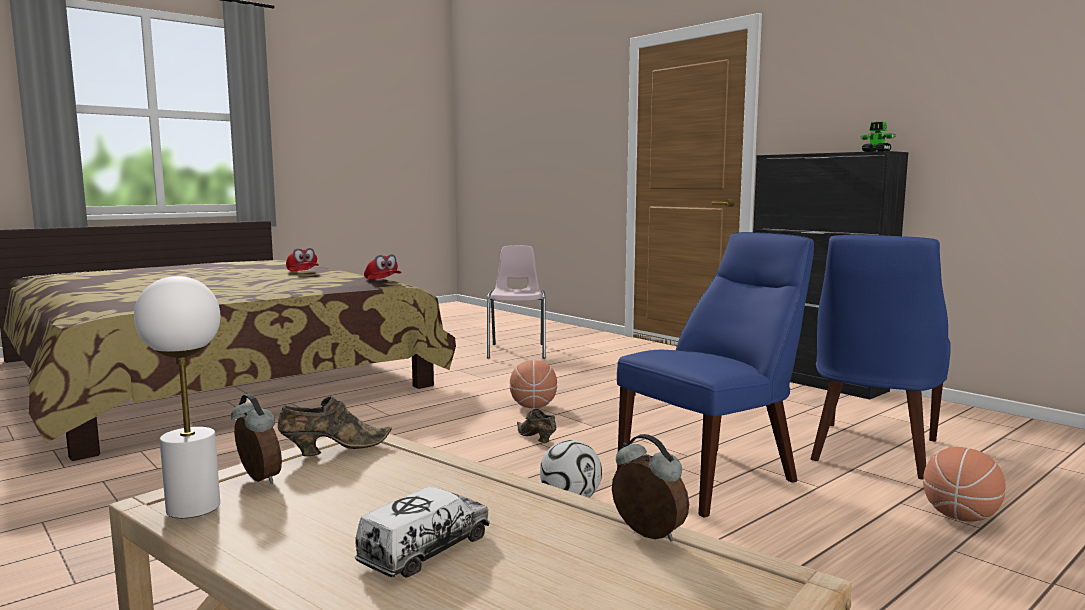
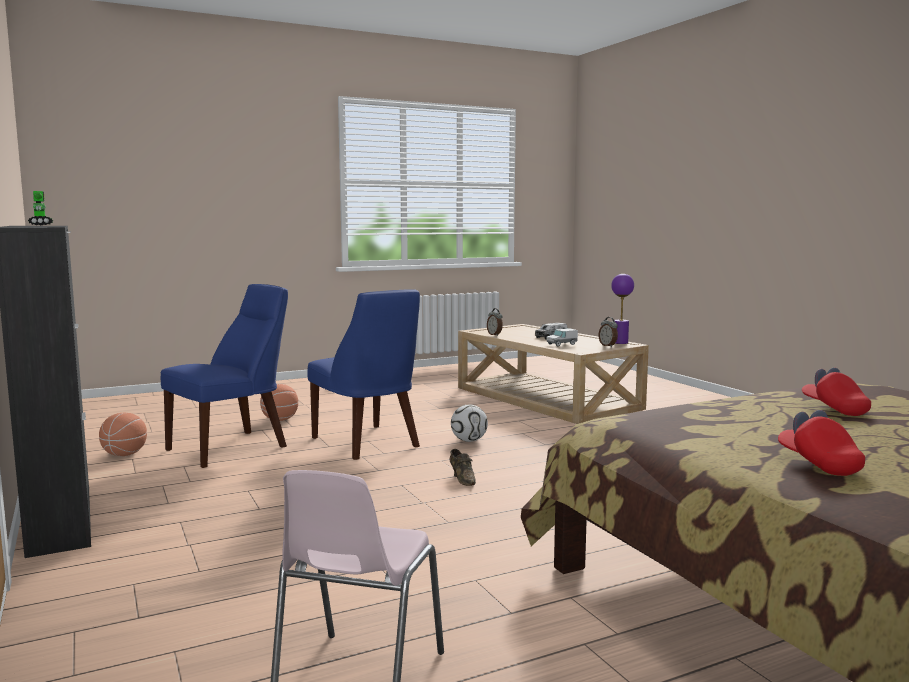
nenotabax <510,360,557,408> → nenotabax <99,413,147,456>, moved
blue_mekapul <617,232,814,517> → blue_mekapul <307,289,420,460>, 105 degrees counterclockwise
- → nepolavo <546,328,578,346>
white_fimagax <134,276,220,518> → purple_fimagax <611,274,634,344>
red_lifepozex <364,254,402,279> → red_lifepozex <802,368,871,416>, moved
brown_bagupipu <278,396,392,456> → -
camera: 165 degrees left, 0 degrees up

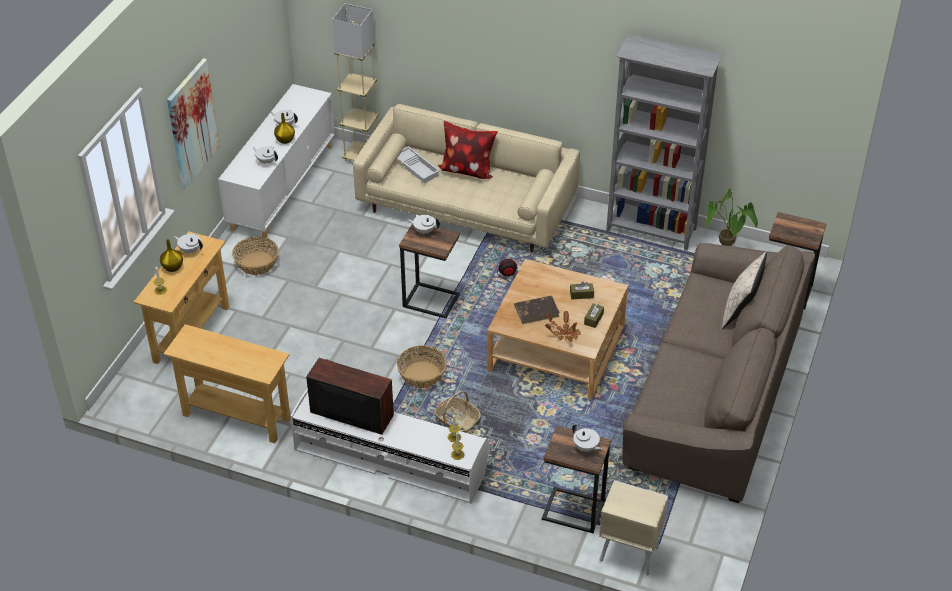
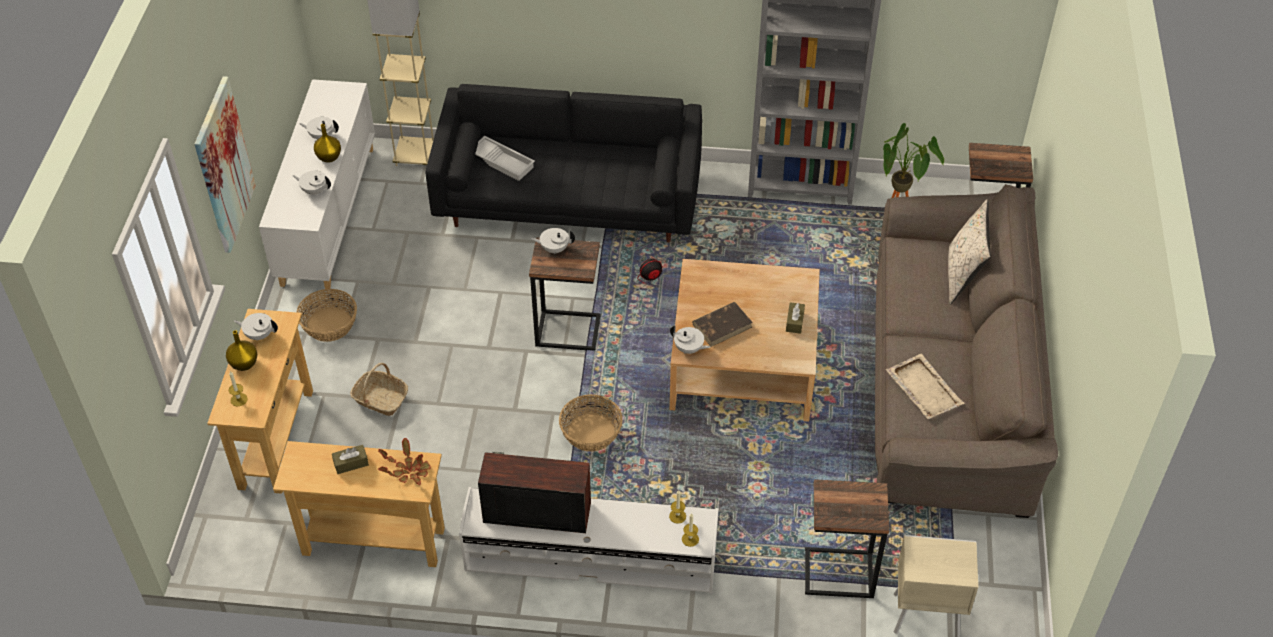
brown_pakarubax <570,282,594,299> → brown_pakarubax <332,445,369,474>, moved
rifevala <434,391,481,433> → rifevala <350,363,408,416>, moved
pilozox <545,311,581,342> → pilozox <378,438,431,485>, moved
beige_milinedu <353,104,580,252> → black_milinedu <426,84,702,242>
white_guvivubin <572,424,602,452> → white_guvivubin <670,325,710,354>, moved
- → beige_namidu <886,354,965,419>
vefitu <438,120,498,179> → -
camera: 15 degrees left, 5 degrees up

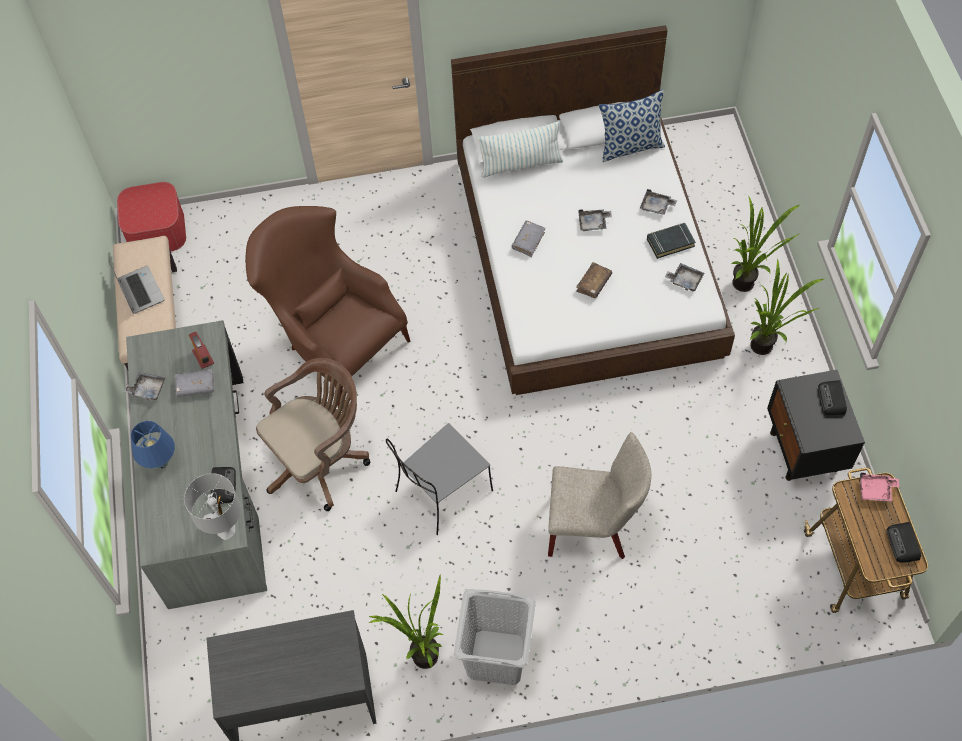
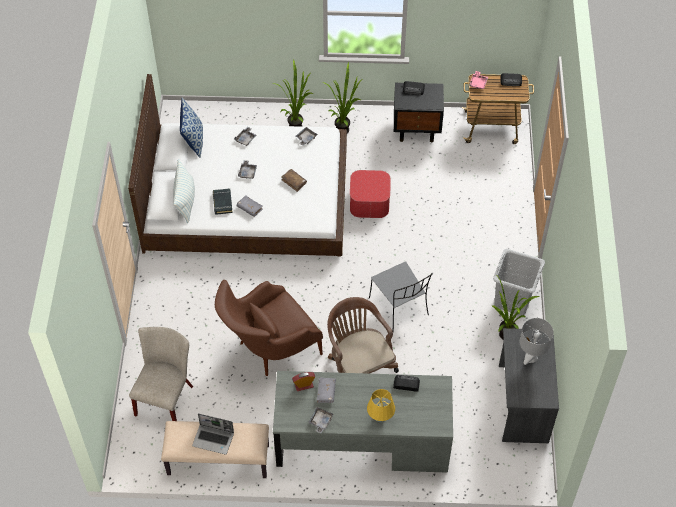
beige_mekapul <548,432,651,559> → beige_mekapul <129,327,193,421>, moved
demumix <109,261,164,314> → demumix <192,413,234,455>, 150 degrees counterclockwise
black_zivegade <647,223,696,259> → black_zivegade <213,188,233,215>, moved
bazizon <117,182,186,251> → bazizon <350,170,391,218>, moved
blue_fimagax <131,421,175,469> → yellow_fimagax <367,389,395,423>
grey_fimagax <184,473,241,540> → grey_fimagax <520,318,554,365>, moved
camera: 80 degrees left, 5 degrees down

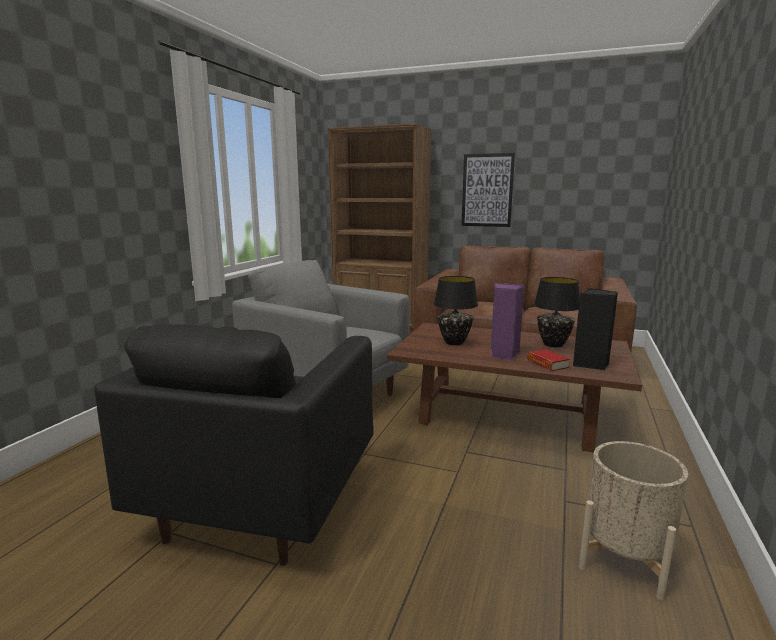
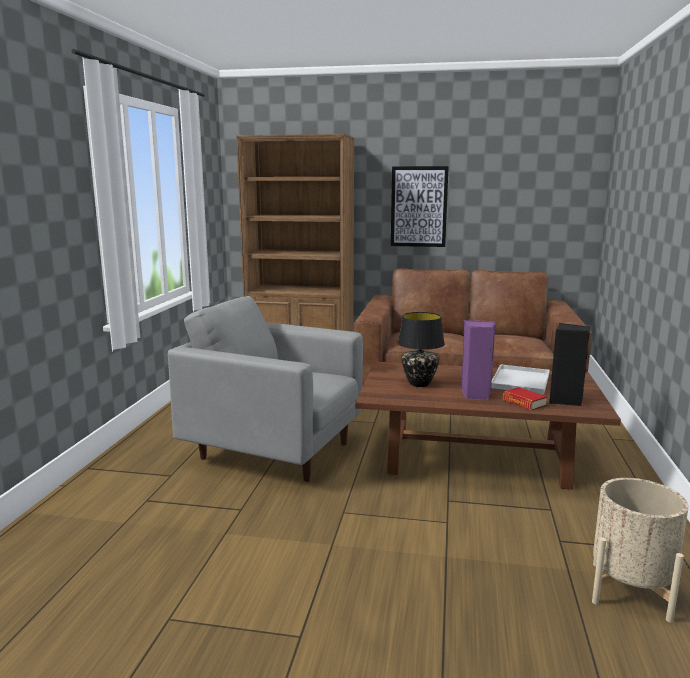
black_fimagax <534,277,580,347> → white_namidu <491,364,550,395>
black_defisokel <94,324,374,566> → -
camera: 10 degrees left, 0 degrees up

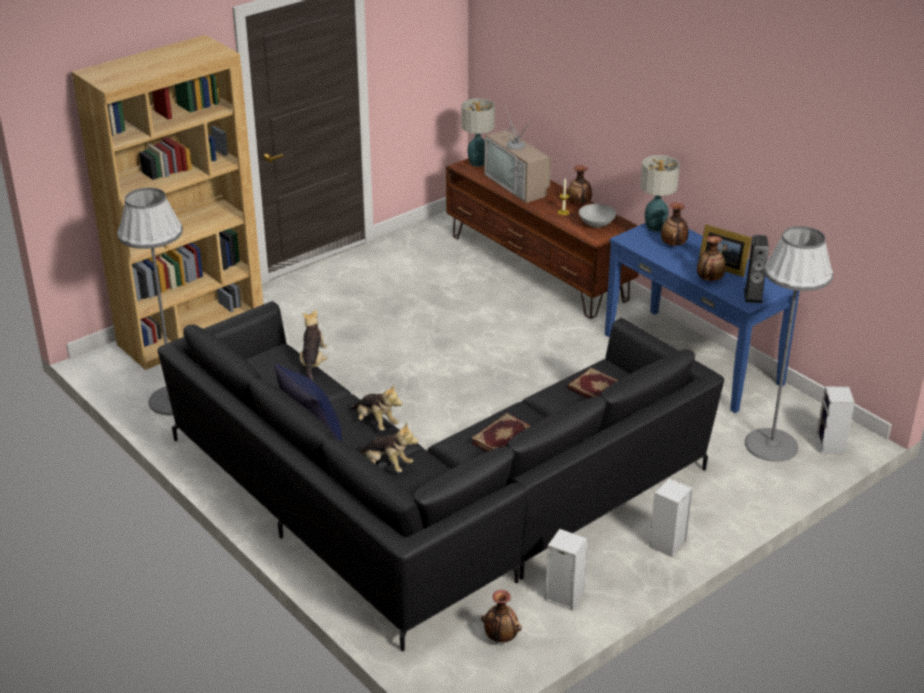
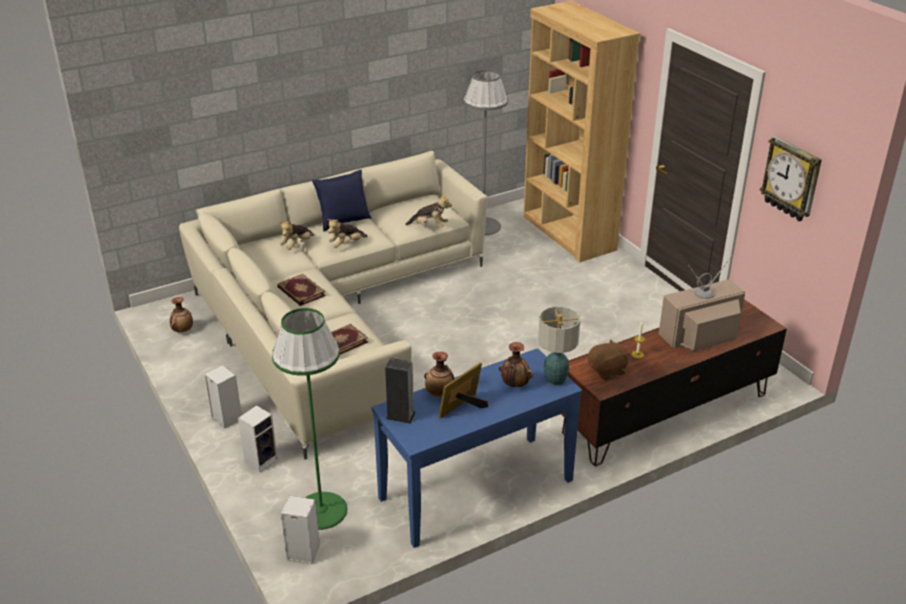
black_milinedu <157,301,724,651> → beige_milinedu <179,151,488,460>
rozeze <545,529,588,610> → rozeze <238,405,278,472>, moved
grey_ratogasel <745,226,833,462> → green_ratogasel <272,308,347,530>
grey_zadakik <579,204,616,228> → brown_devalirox <588,339,629,380>
- → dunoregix <760,136,822,221>
fimagax <462,98,495,167> → -
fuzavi <567,165,592,205> → -
camera: 100 degrees right, 0 degrees up

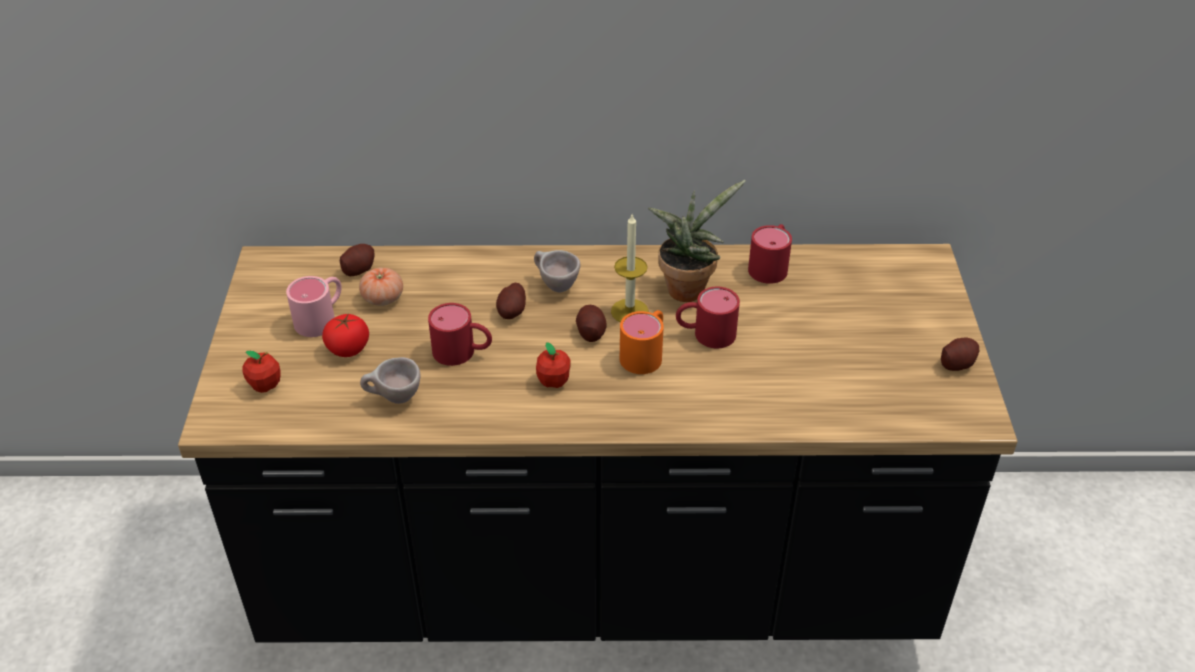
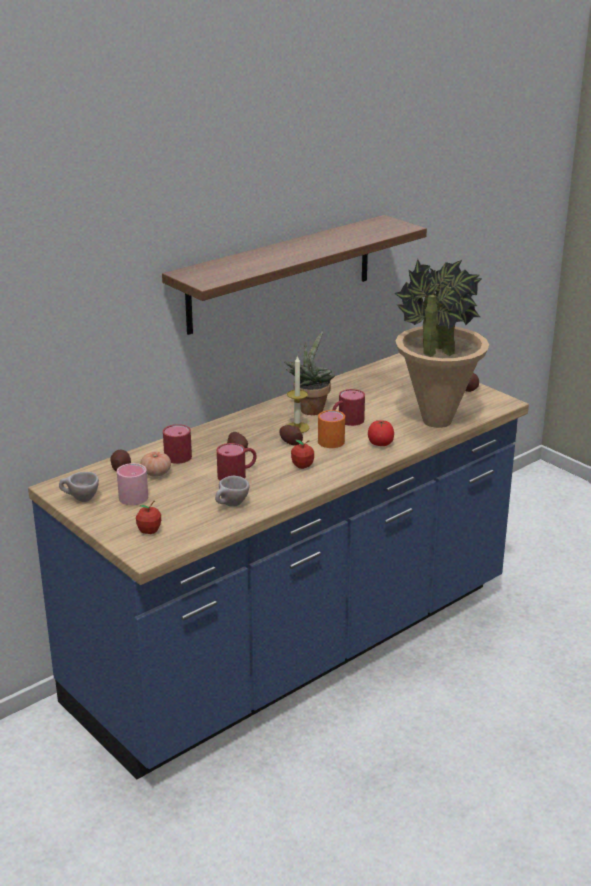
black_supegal <178,244,1018,643> → blue_supegal <28,353,529,780>
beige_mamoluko <534,250,581,292> → beige_mamoluko <59,472,99,502>, moved
- → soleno <162,215,427,335>
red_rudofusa <748,224,792,284> → red_rudofusa <163,424,192,464>, moved
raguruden <322,313,369,357> → raguruden <368,420,394,446>, moved
- → pilozox <394,259,489,428>
camera: 40 degrees left, 15 degrees down

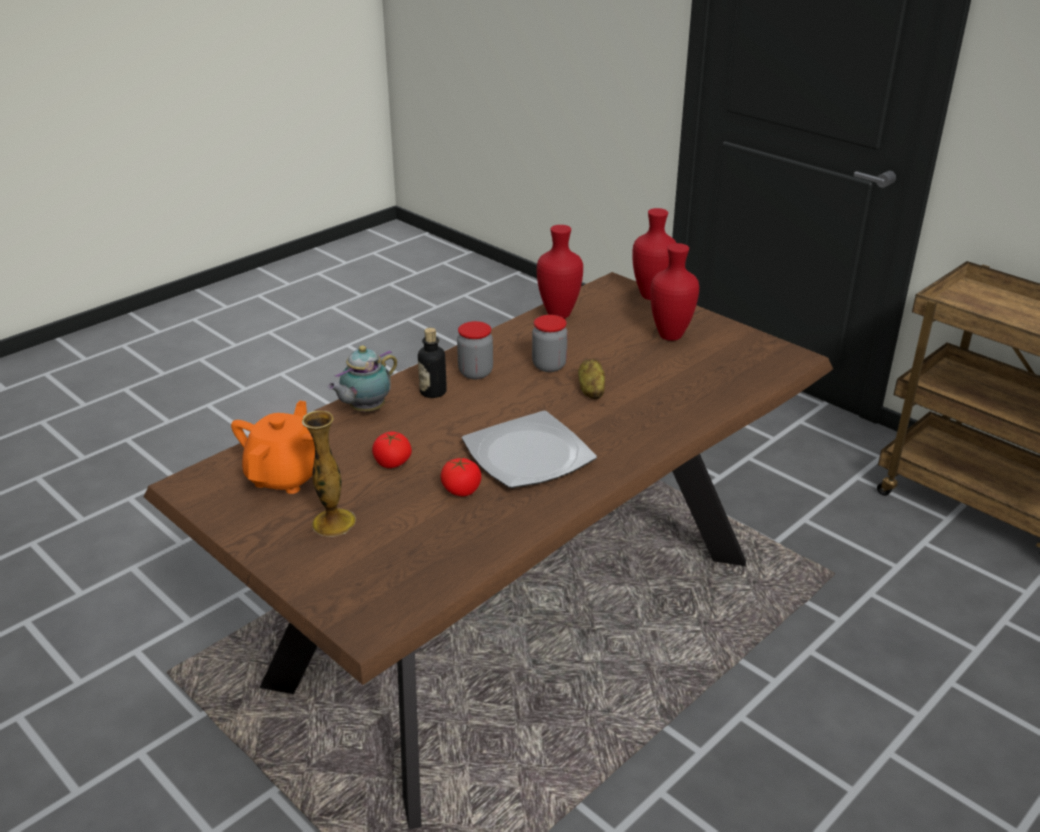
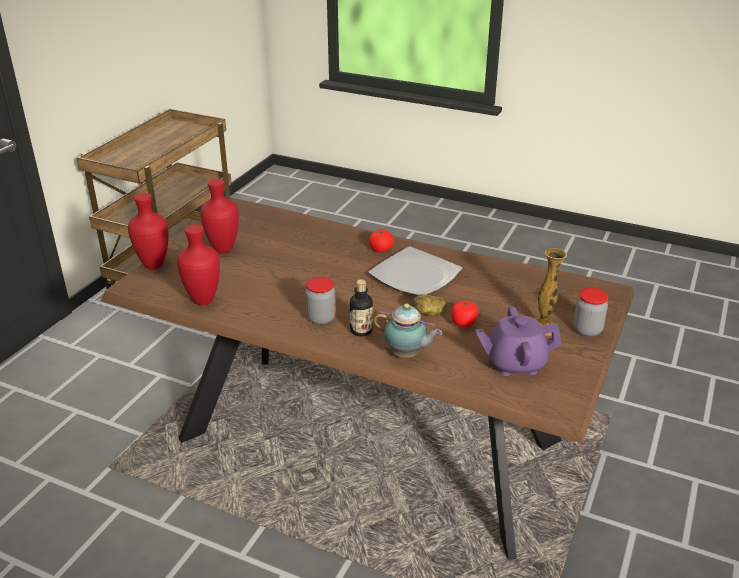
raguruden <441,458,481,496> → raguruden <369,229,394,252>, moved
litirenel <578,359,605,399> → litirenel <412,294,446,316>, moved
orange_guvivubin <231,401,315,494> → purple_guvivubin <475,306,562,376>
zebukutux <532,315,568,372> → zebukutux <573,287,608,337>, moved
camera: 110 degrees left, 0 degrees up

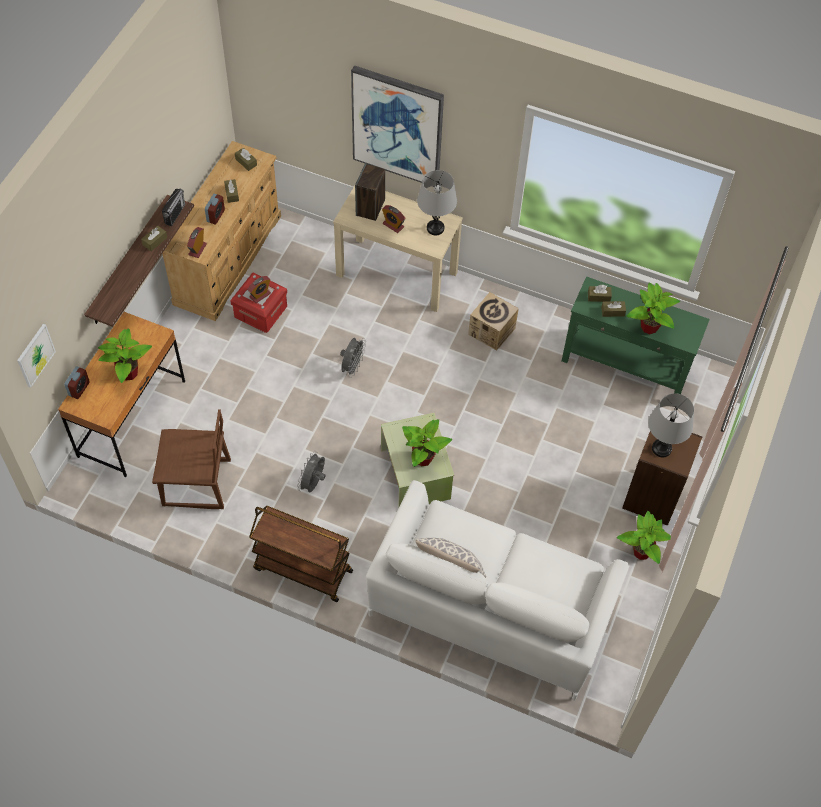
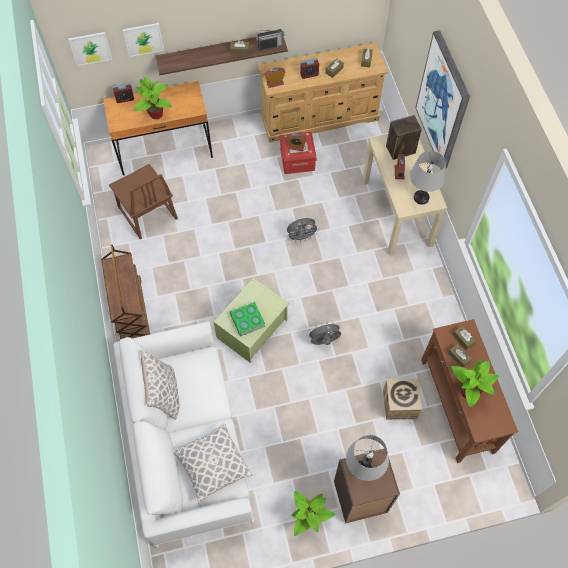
- → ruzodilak <123,23,164,57>
- → vefitu <173,423,252,504>
pilozox <402,419,452,467> → zivegade <230,302,265,336>
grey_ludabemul <297,451,326,493> → grey_ludabemul <307,321,342,345>, moved
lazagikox <468,292,519,351> → lazagikox <383,378,422,420>, moved
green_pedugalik <562,276,710,394> → brown_pedugalik <421,319,518,463>
camera: 55 degrees right, 5 degrees up

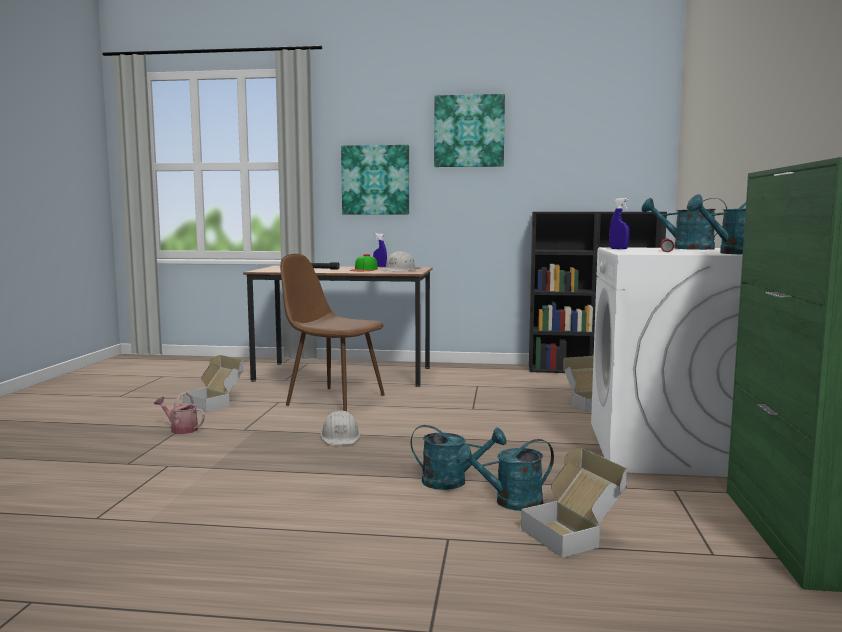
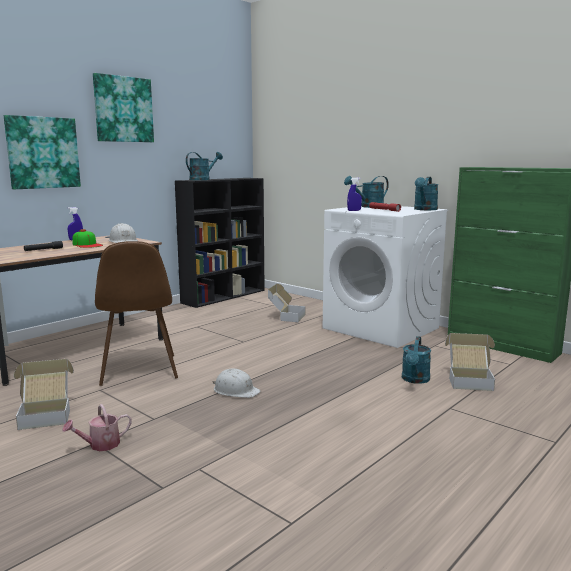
brown_mekapul <280,254,385,412> → brown_mekapul <95,241,178,386>, 75 degrees counterclockwise
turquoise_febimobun <411,425,506,490> → turquoise_febimobun <186,152,223,180>, moved
camera: 55 degrees left, 5 degrees up

